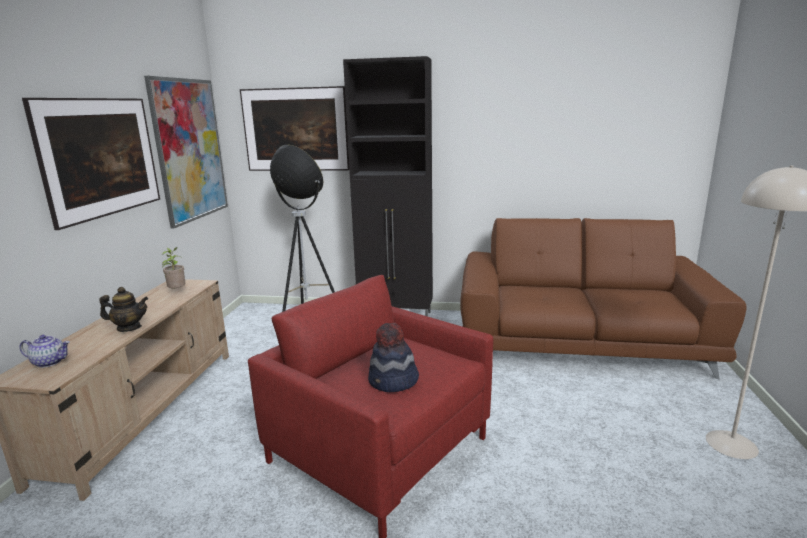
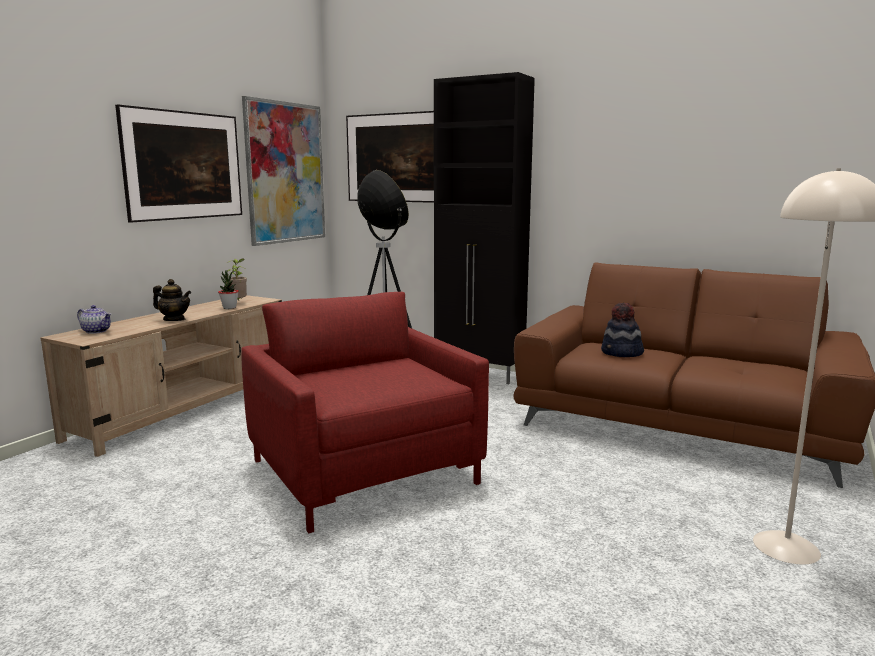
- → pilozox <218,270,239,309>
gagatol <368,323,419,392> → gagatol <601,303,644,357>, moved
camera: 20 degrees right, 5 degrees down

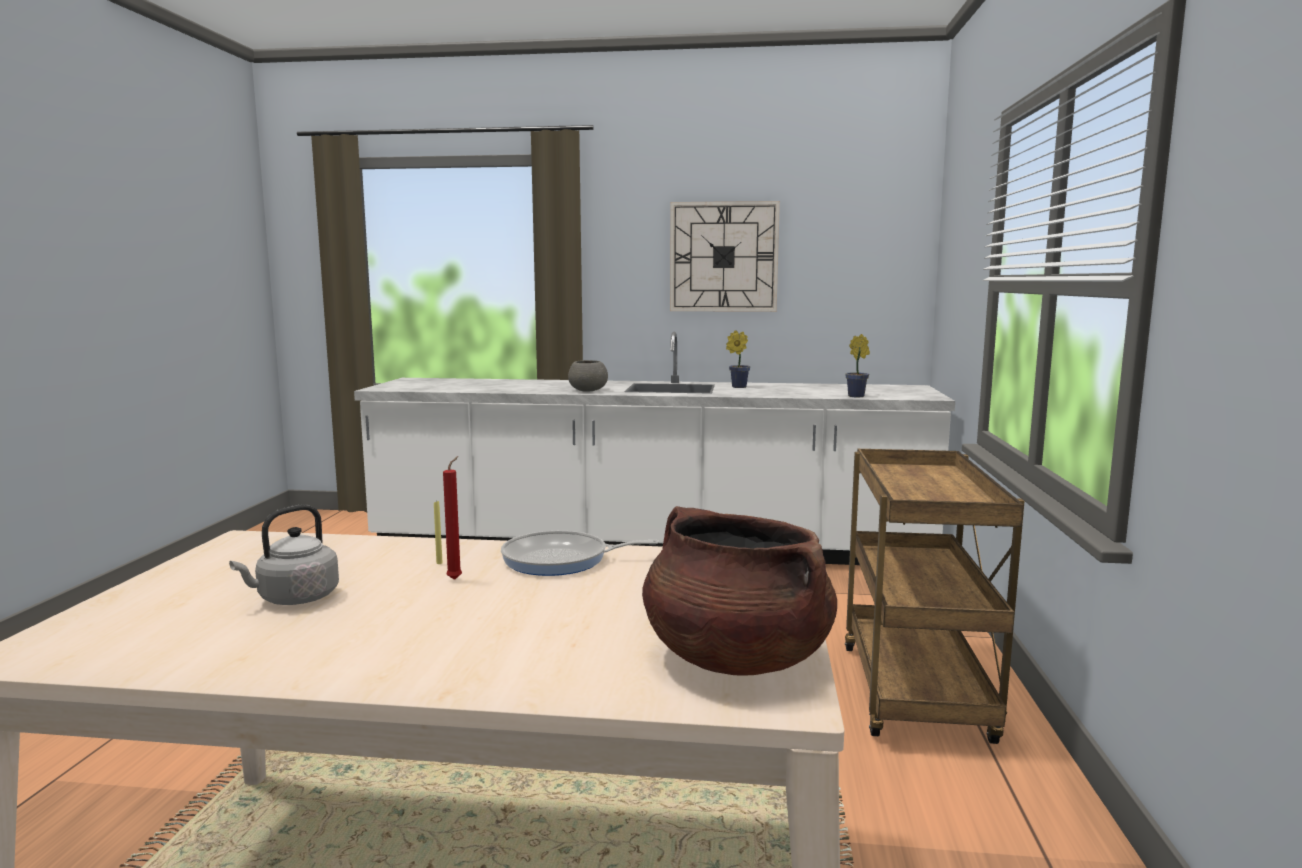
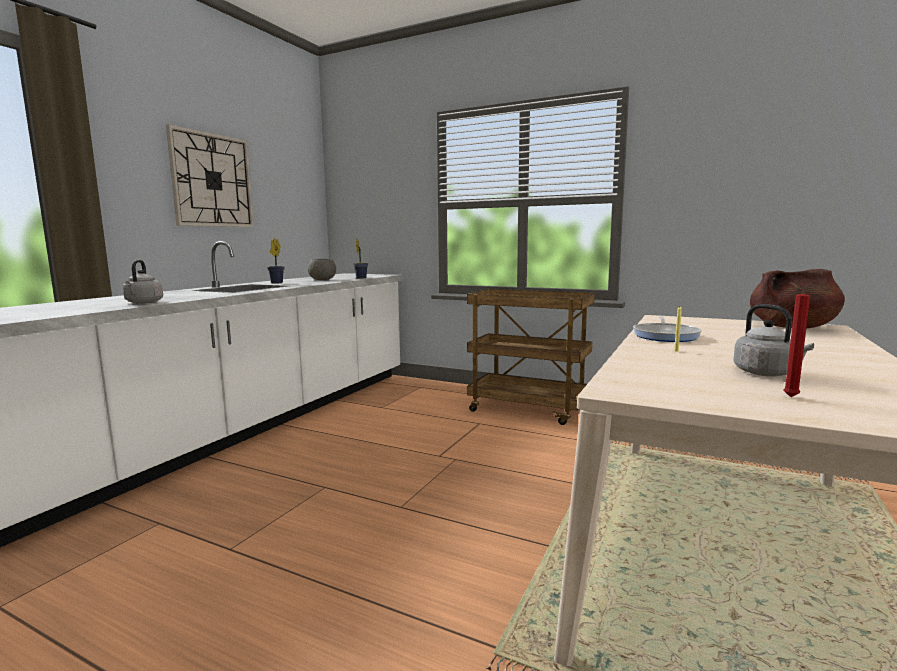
- → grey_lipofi <123,260,163,304>
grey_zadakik <568,360,608,392> → grey_zadakik <308,259,336,280>, moved
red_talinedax <443,456,462,580> → red_talinedax <783,282,810,397>, moved
camera: 70 degrees left, 0 degrees up

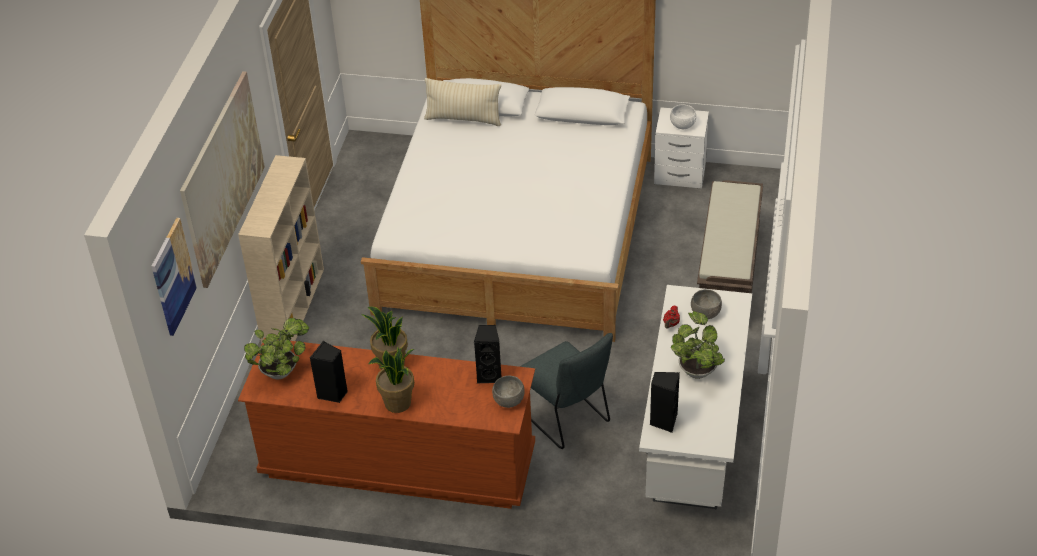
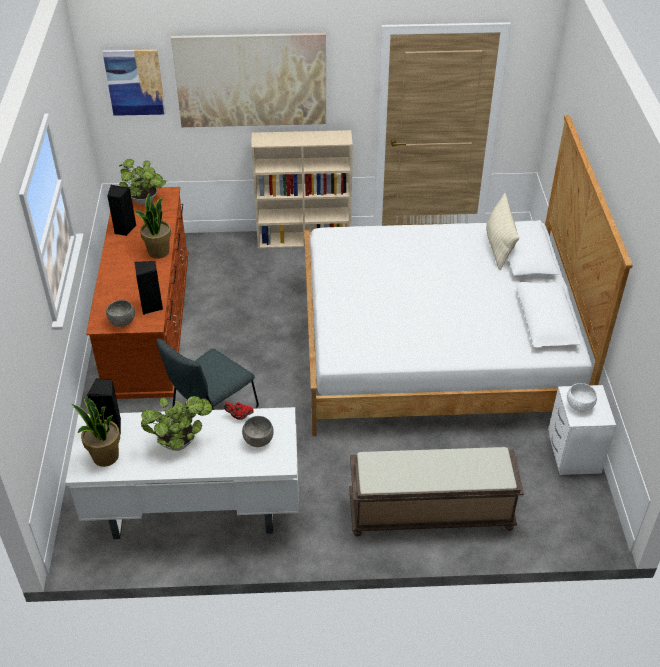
pilozox <368,347,414,413> → pilozox <71,397,120,467>, moved
camera: 75 degrees right, 0 degrees up

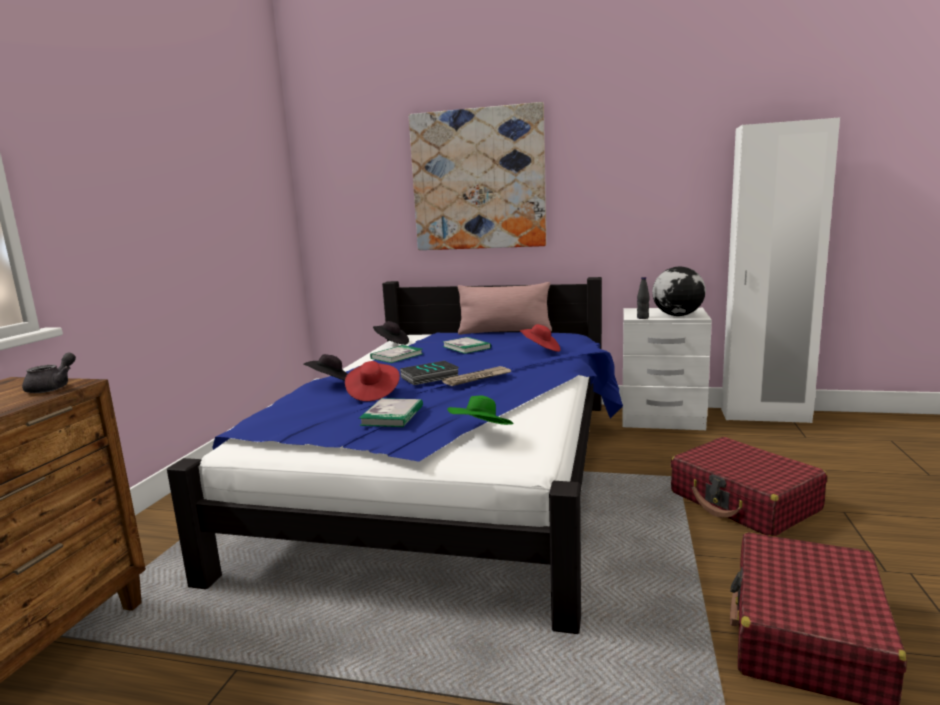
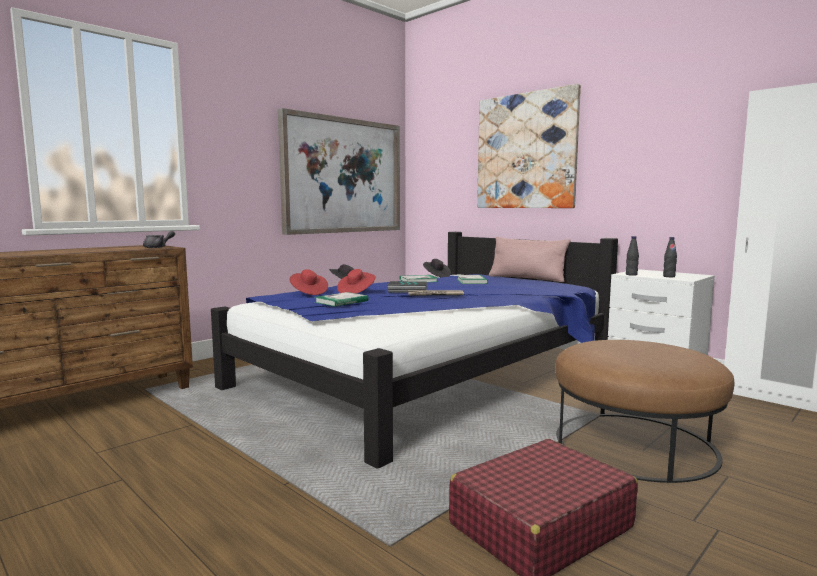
- → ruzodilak <278,108,400,235>
red_gagatol <520,324,561,352> → red_gagatol <289,269,328,295>, moved
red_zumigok <671,437,827,537> → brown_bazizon <555,340,734,483>
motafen <652,266,706,316> → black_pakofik <663,237,677,277>
green_gagatol <448,396,514,425> → -
camera: 30 degrees right, 5 degrees down

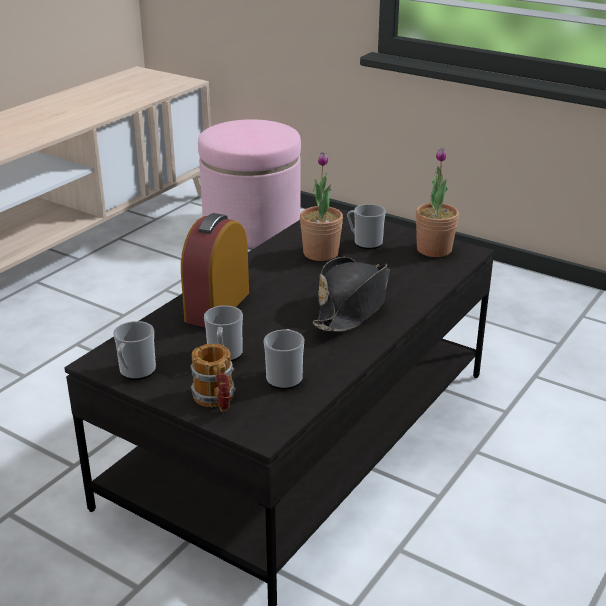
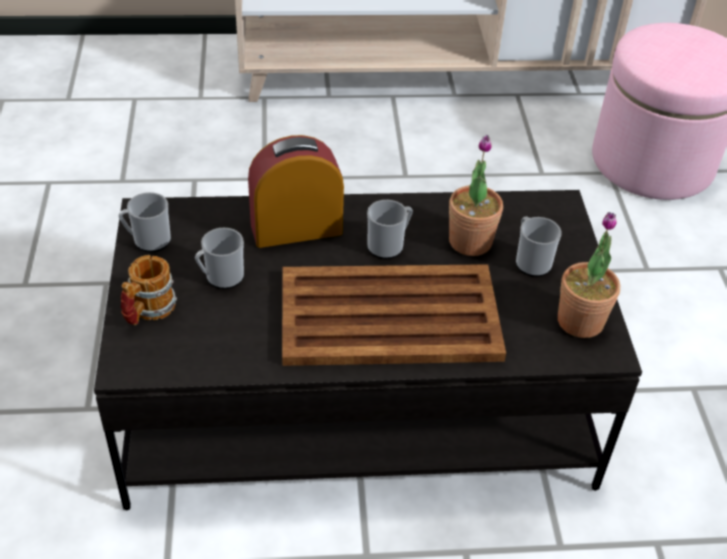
black_gagatol <312,257,390,332> → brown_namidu <282,264,506,366>
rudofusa <264,329,304,389> → rudofusa <367,200,413,259>, moved
camera: 50 degrees right, 15 degrees up

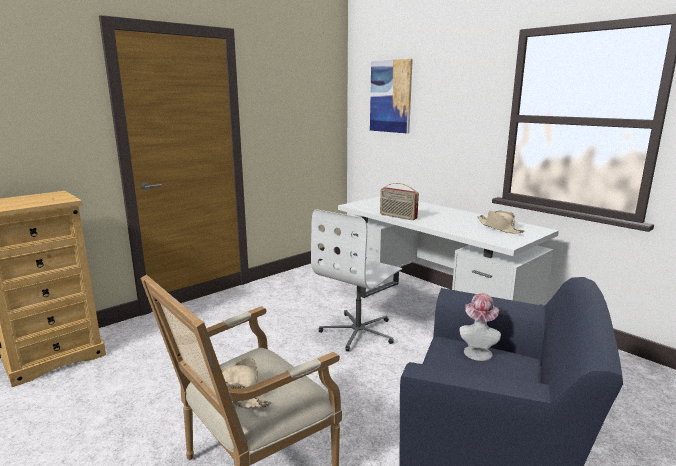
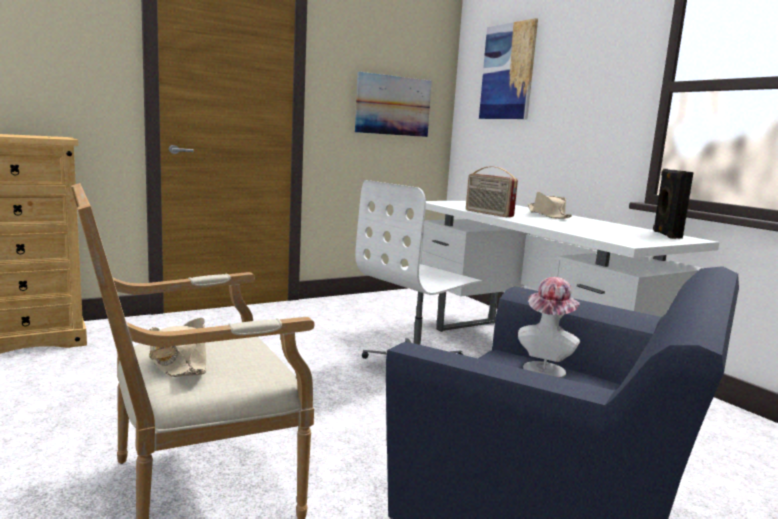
- → ruzodilak <355,72,432,137>
beige_gagatol <478,211,525,234> → beige_gagatol <528,192,572,219>, moved
- → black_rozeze <653,169,694,239>
camera: 10 degrees right, 5 degrees down

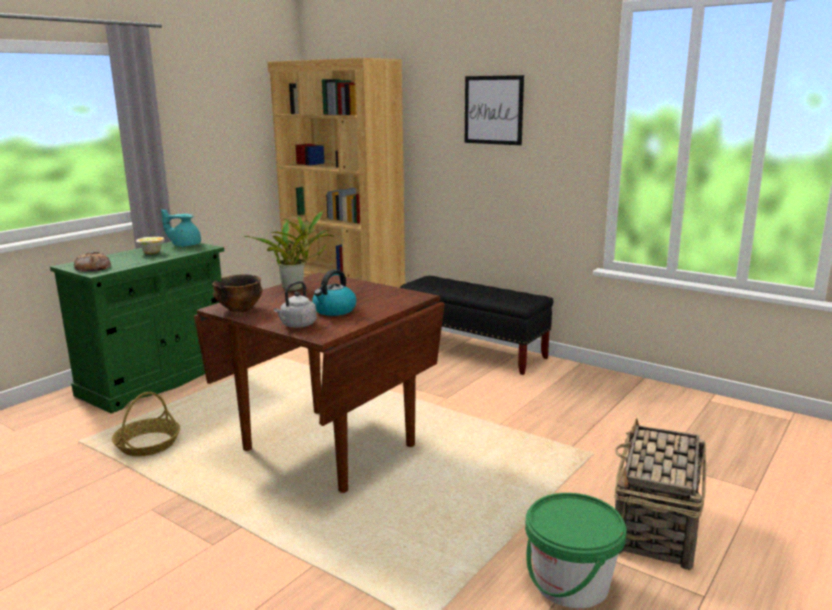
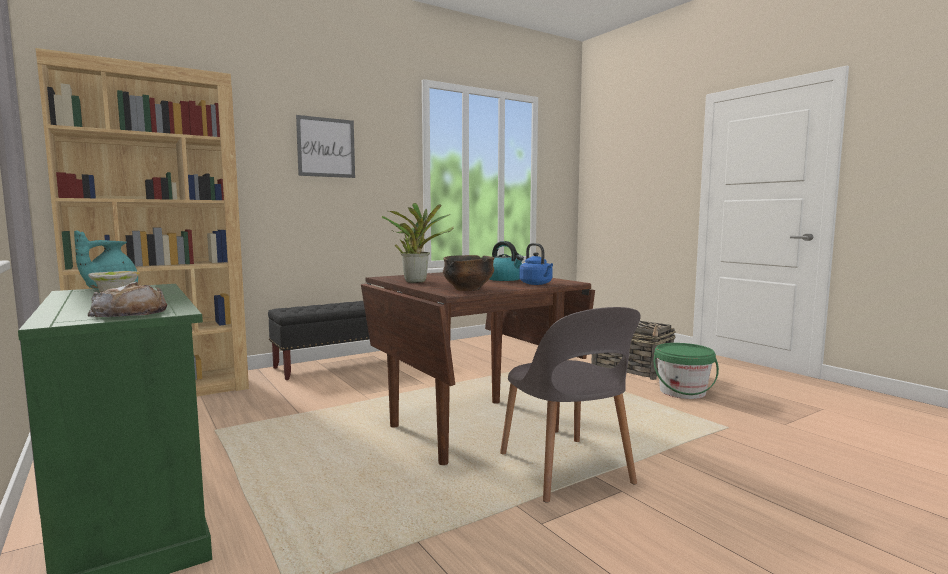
- → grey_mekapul <500,307,641,502>
grey_lipofi <274,281,317,328> → blue_lipofi <519,243,553,285>
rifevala <112,392,180,456> → -
camera: 70 degrees left, 10 degrees down

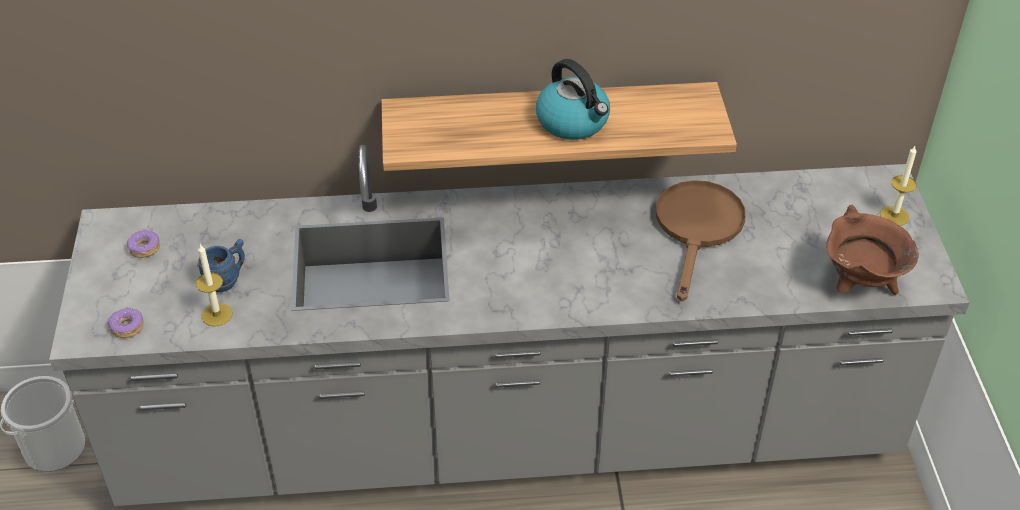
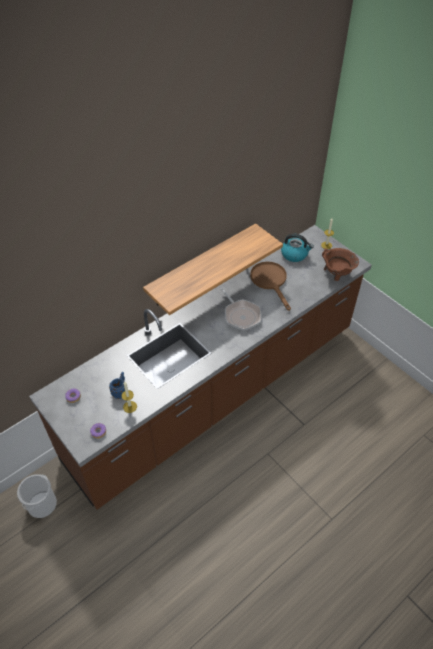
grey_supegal <49,145,969,506> → brown_supegal <29,225,372,510>
- → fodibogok <221,288,261,331>
lipofi <536,59,610,140> → lipofi <281,234,314,262>, moved
camera: 35 degrees left, 5 degrees up

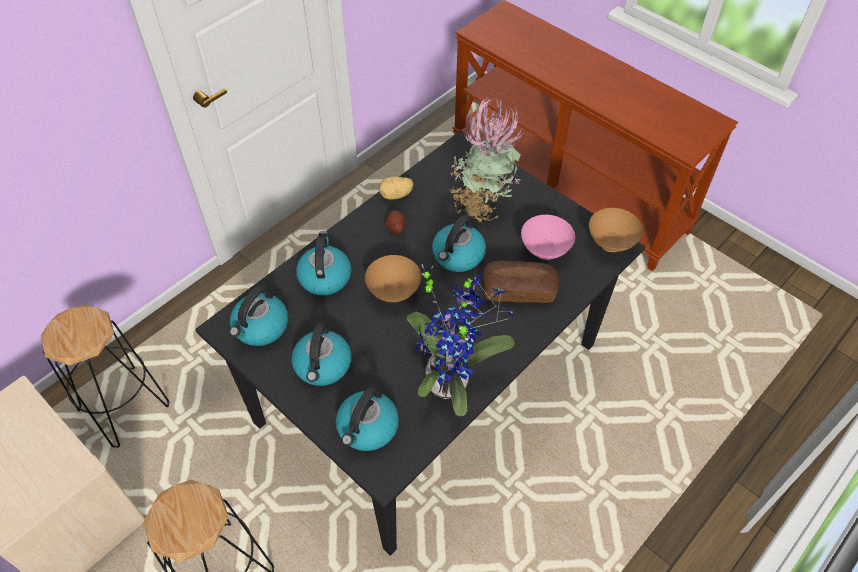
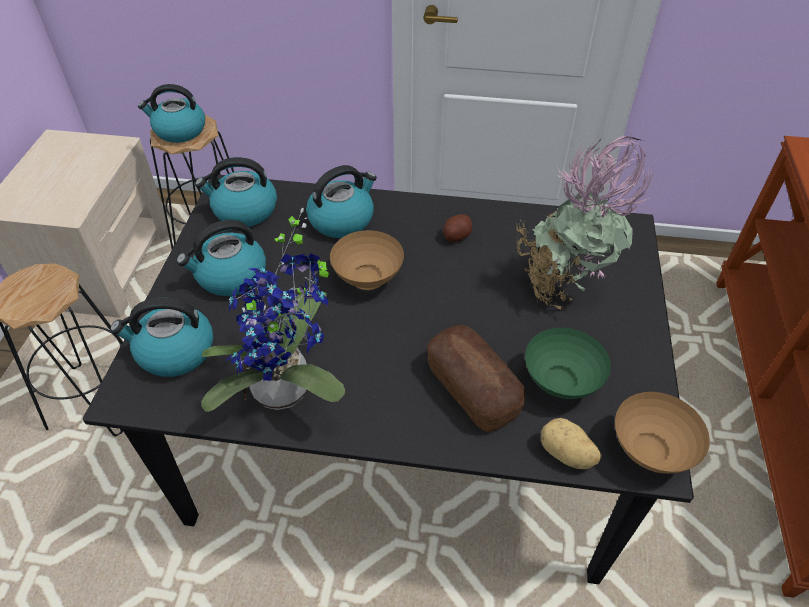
lipofi <432,214,486,272> → lipofi <138,84,205,143>, moved
pink_zadakik <521,215,575,260> → green_zadakik <525,328,611,399>
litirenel <379,176,414,199> → litirenel <541,418,602,469>, moved
camera: 55 degrees right, 5 degrees down

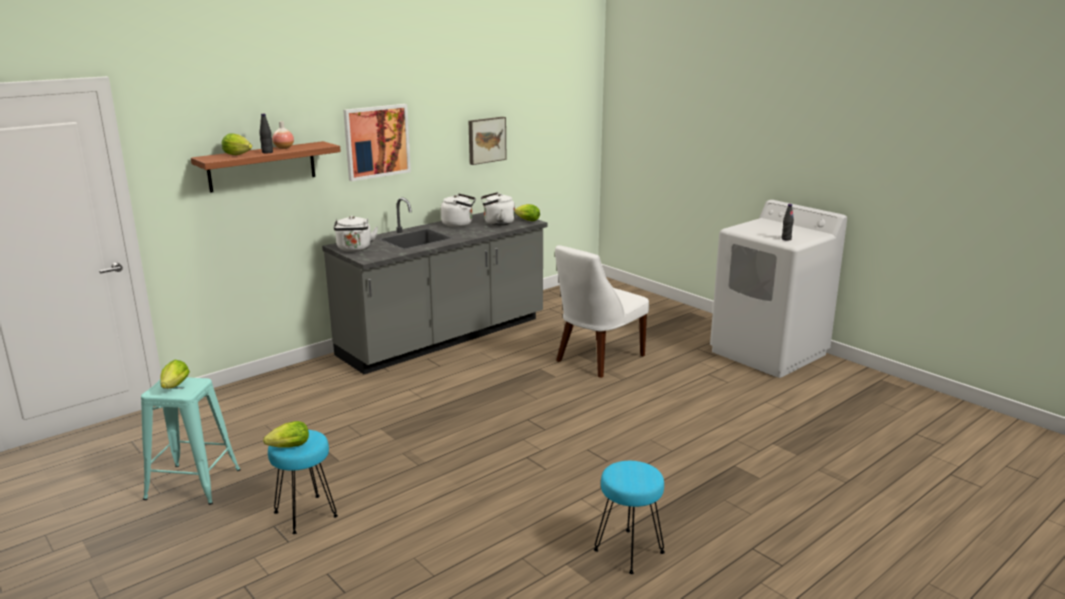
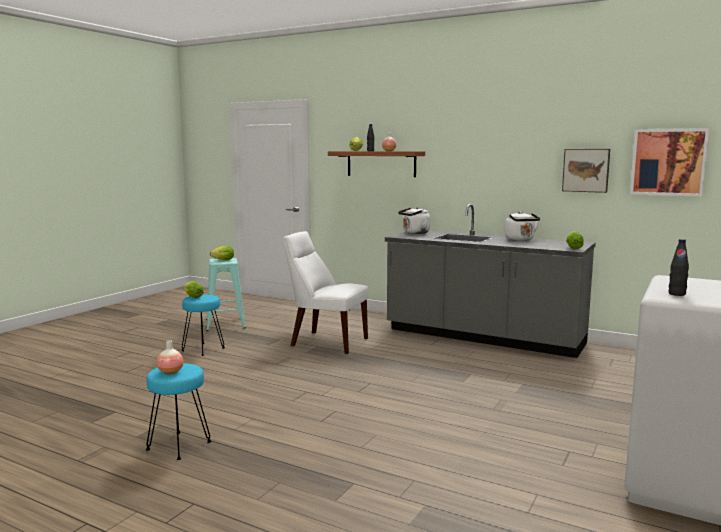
- → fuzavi <157,340,184,375>
white_mekapul <555,245,649,378> → white_mekapul <283,231,368,354>, moved
ruzodilak <343,104,411,181> → ruzodilak <630,128,709,197>, moved
white_lipofi <481,192,515,226> → -
camera: 70 degrees right, 10 degrees down

